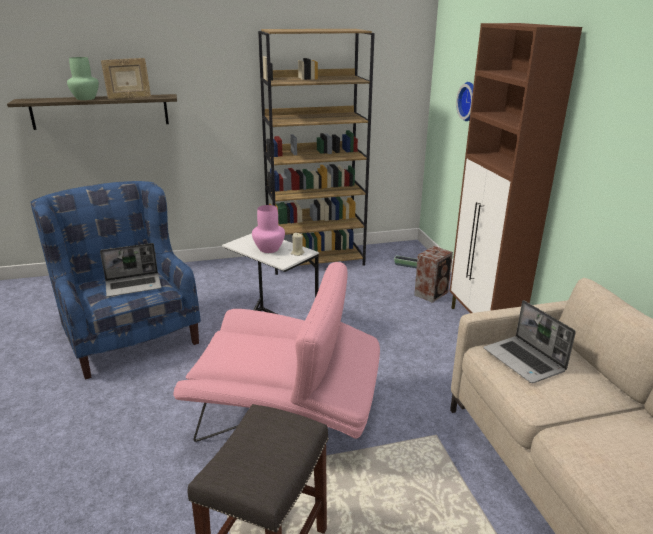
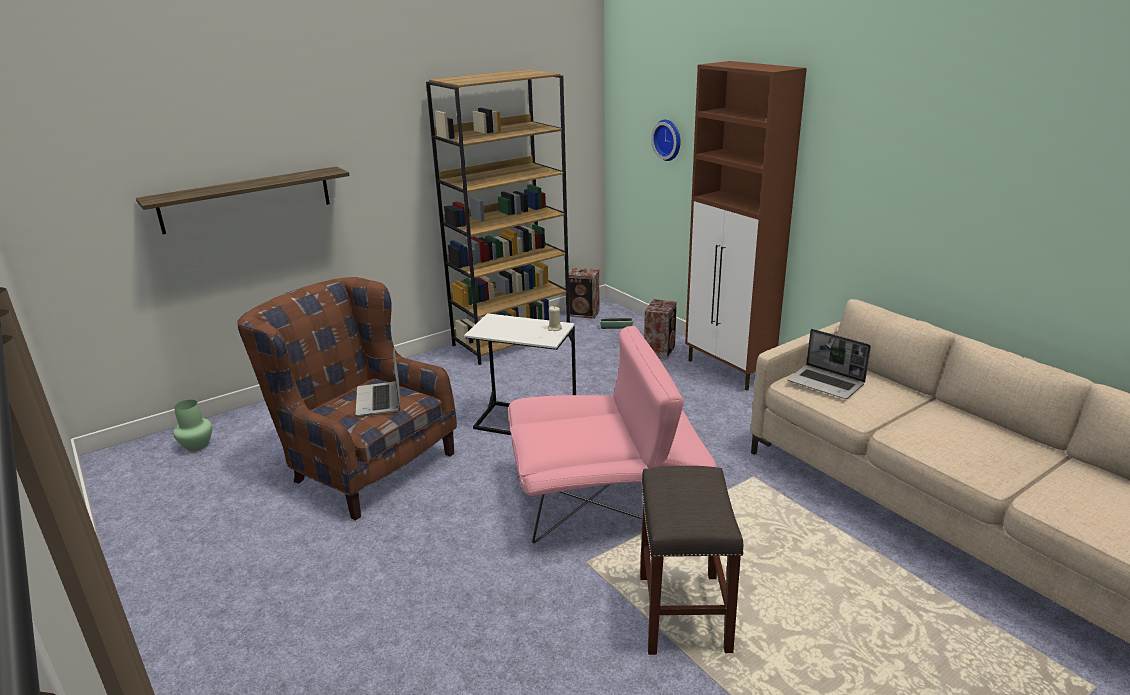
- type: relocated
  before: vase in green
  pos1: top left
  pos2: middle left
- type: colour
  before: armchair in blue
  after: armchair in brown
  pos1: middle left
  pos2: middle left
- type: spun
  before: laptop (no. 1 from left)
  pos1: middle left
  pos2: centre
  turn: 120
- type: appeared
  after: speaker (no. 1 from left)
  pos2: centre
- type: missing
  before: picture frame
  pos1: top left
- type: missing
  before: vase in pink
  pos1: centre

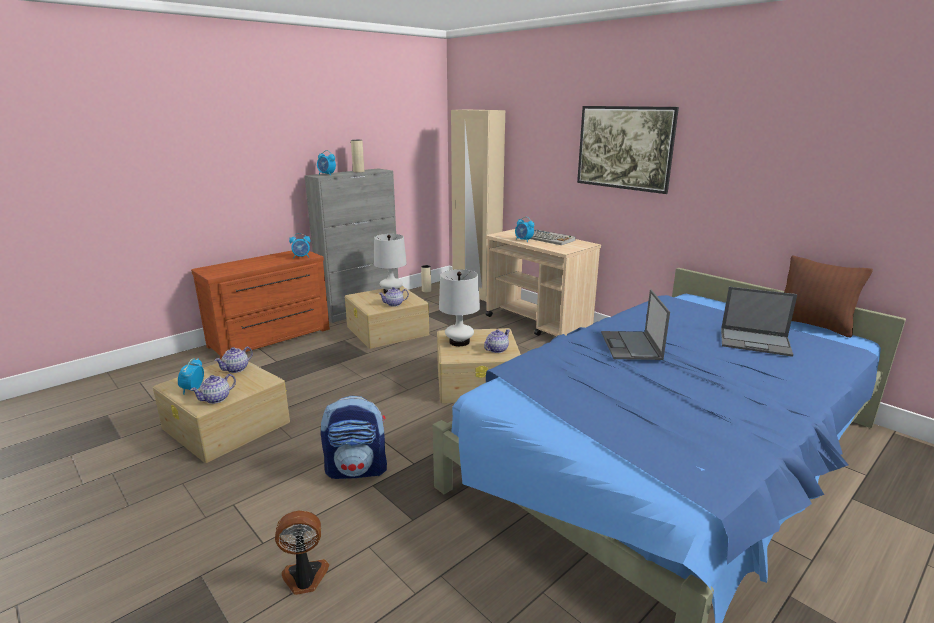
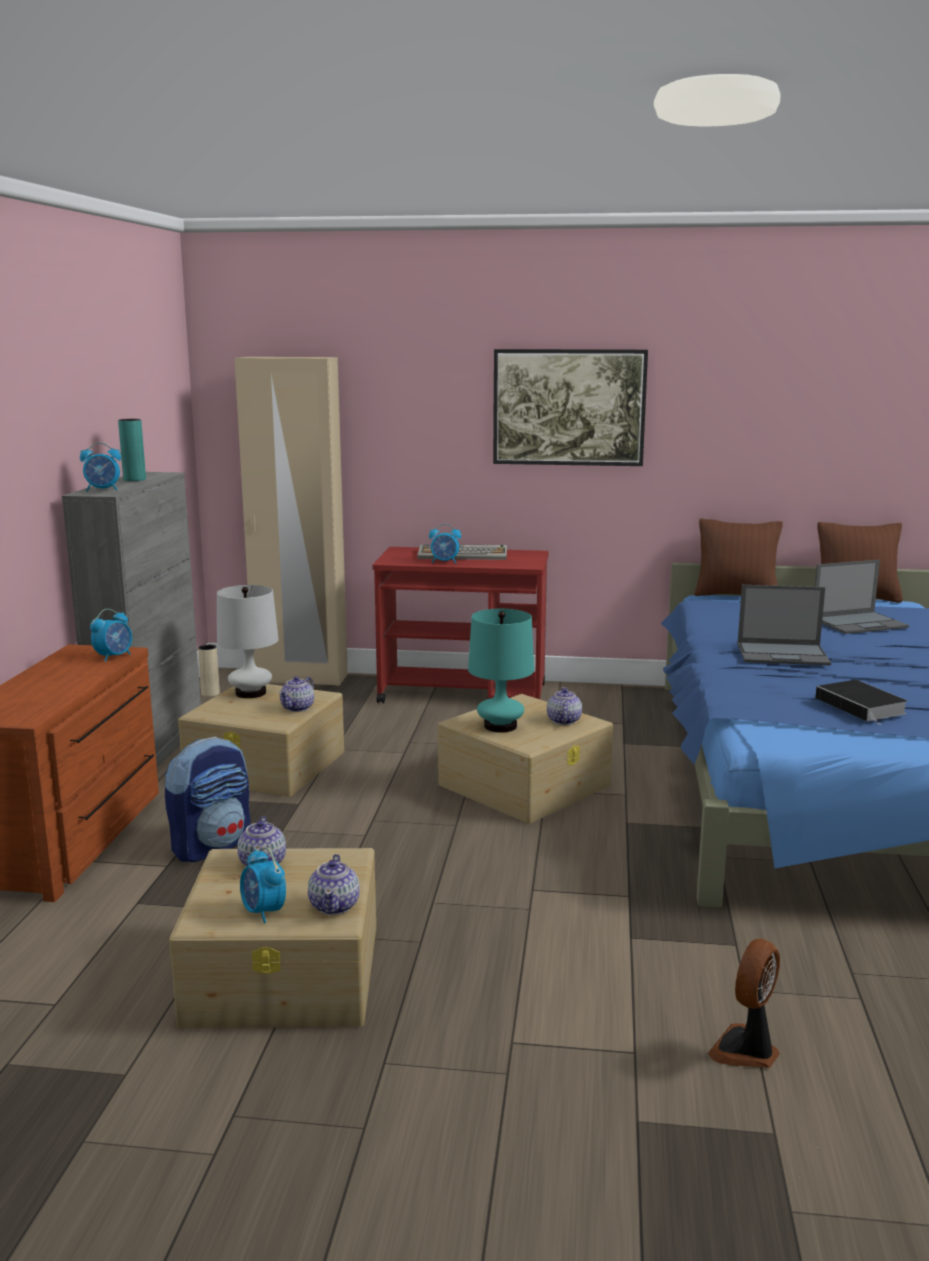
- type: colour
  before: vase in beige (no. 1 from left)
  after: vase in turquoise
  pos1: top centre
  pos2: middle left
- type: relocated
  before: backpack
  pos1: bottom centre
  pos2: middle left
- type: colour
  before: cart in beige
  after: cart in red
  pos1: centre
  pos2: centre
- type: colour
  before: table lamp in white (no. 2 from left)
  after: table lamp in turquoise
  pos1: centre
  pos2: centre
- type: appeared
  after: pillow in brown (no. 1 from left)
  pos2: middle right
- type: spun
  before: laptop (no. 1 from left)
  pos1: middle right
  pos2: middle right
  turn: -45
- type: appeared
  after: book
  pos2: middle right

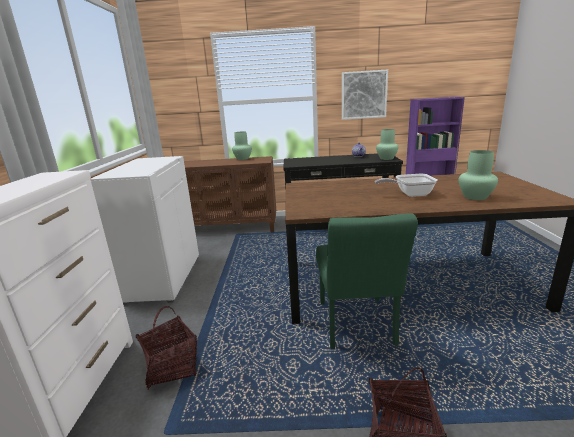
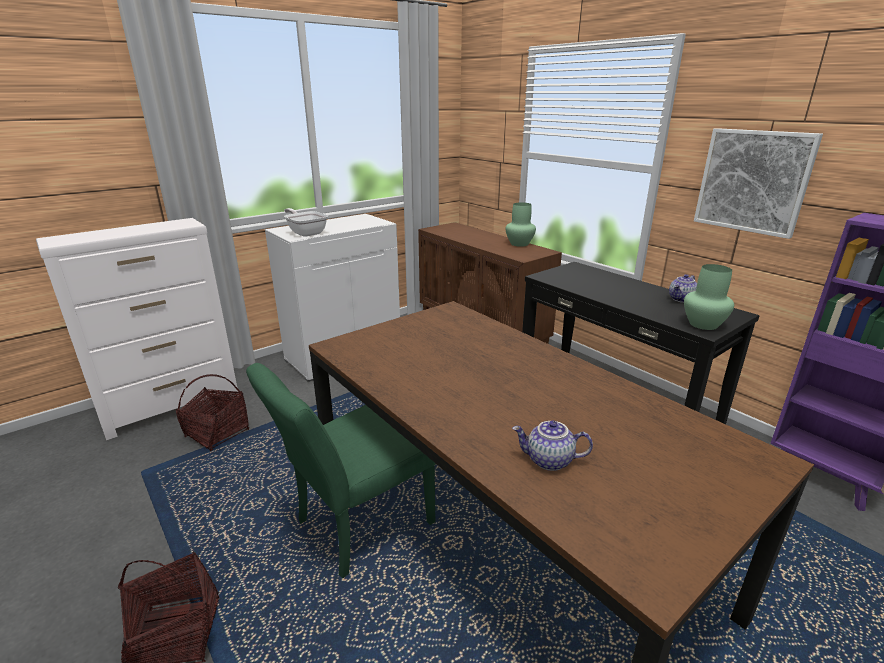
- type: relocated
  before: frying pan
  pos1: middle right
  pos2: centre
- type: exchanged
  before: vase in green (no. 3 from left)
  after: teapot (no. 1 from left)
  pos1: middle right
  pos2: bottom centre

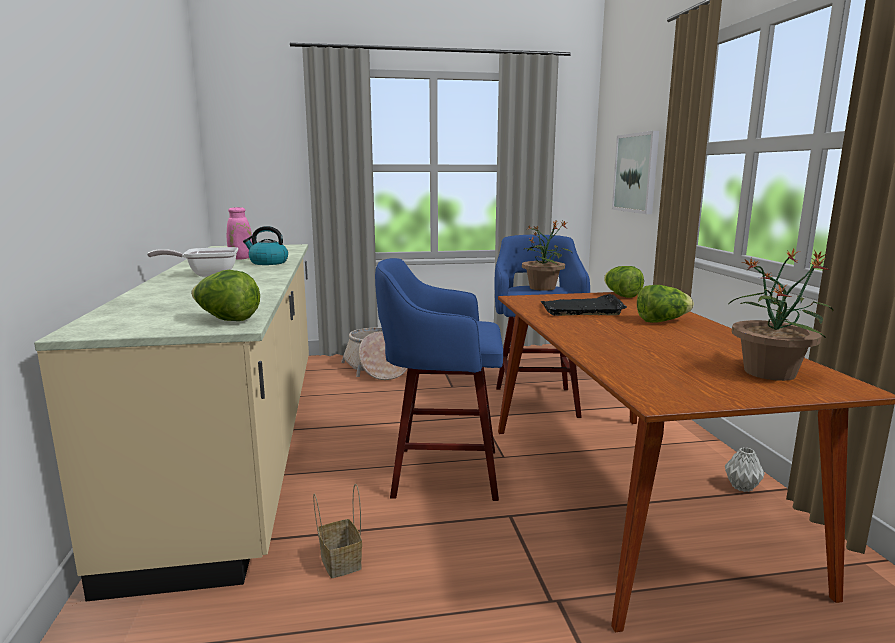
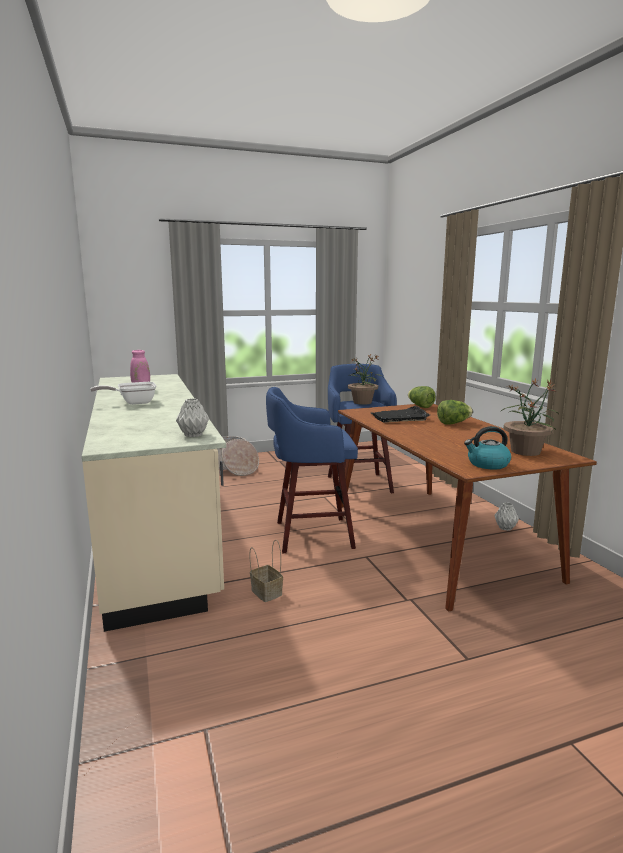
- type: exchanged
  before: lettuce (no. 1 from left)
  after: vase in grey (no. 1 from left)
  pos1: middle left
  pos2: middle left
- type: relocated
  before: kettle
  pos1: middle left
  pos2: middle right
- type: missing
  before: picture
  pos1: top right

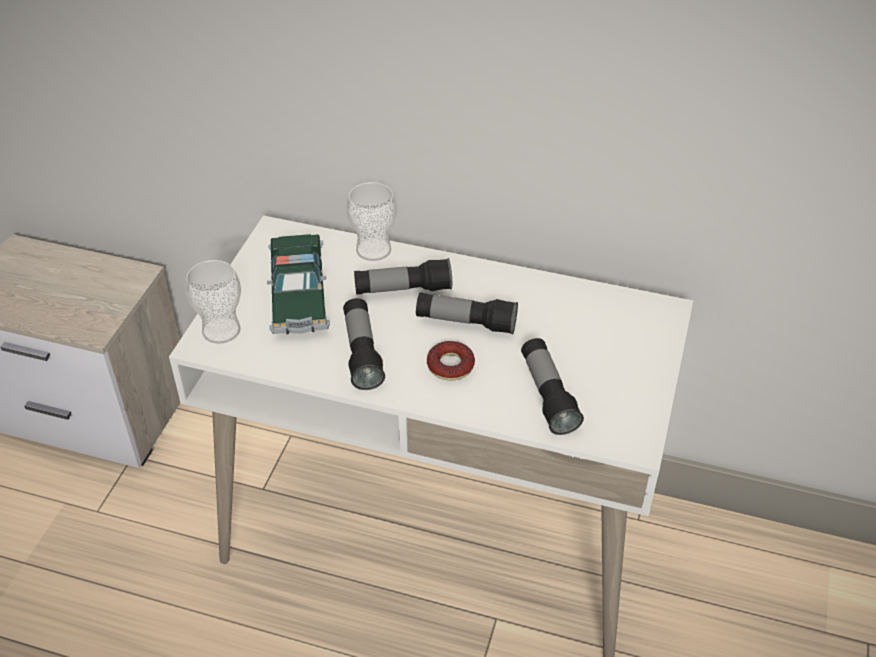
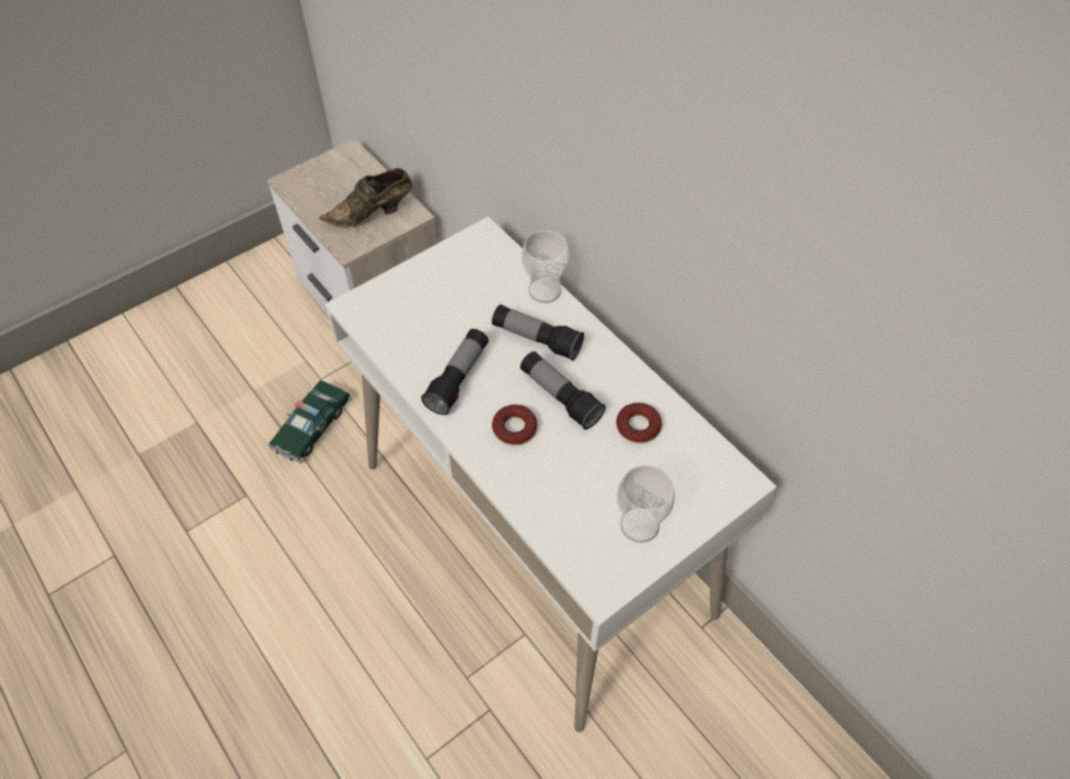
- type: relocated
  before: toy car
  pos1: centre
  pos2: middle left
- type: appeared
  after: shoe in brown
  pos2: top centre
- type: appeared
  after: donut (no. 2 from left)
  pos2: centre
- type: relocated
  before: cup (no. 1 from left in the first image)
  after: cup (no. 2 from left)
  pos1: middle left
  pos2: centre
- type: missing
  before: flashlight (no. 4 from left)
  pos1: centre

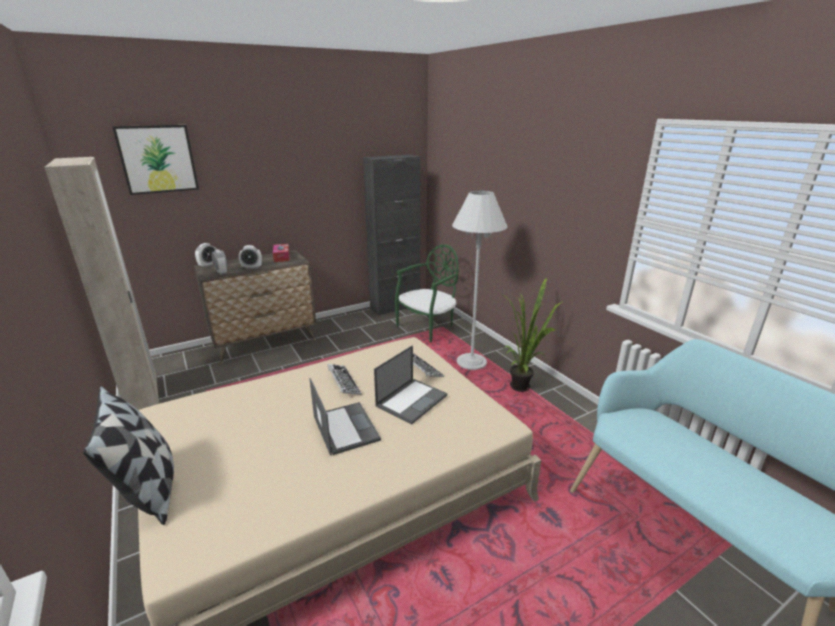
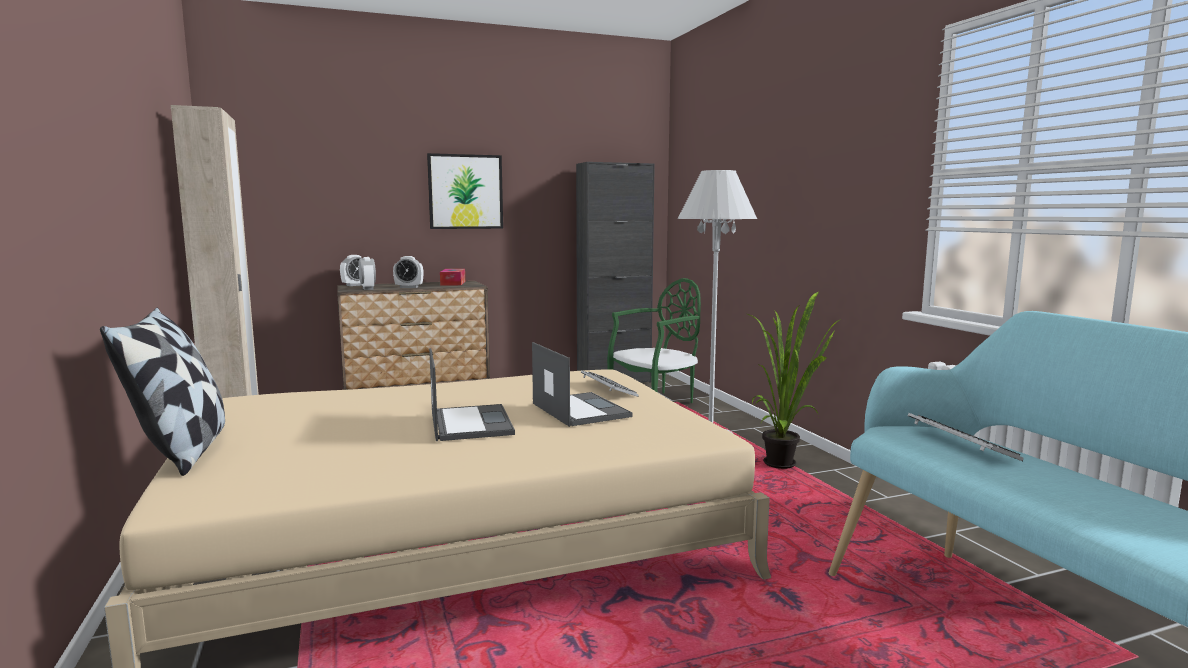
- type: relocated
  before: picture
  pos1: top left
  pos2: top centre
- type: spun
  before: laptop (no. 2 from left)
  pos1: centre
  pos2: centre
  turn: -75
- type: relocated
  before: keyboard (no. 1 from left in the first image)
  after: keyboard (no. 2 from left)
  pos1: centre
  pos2: middle right

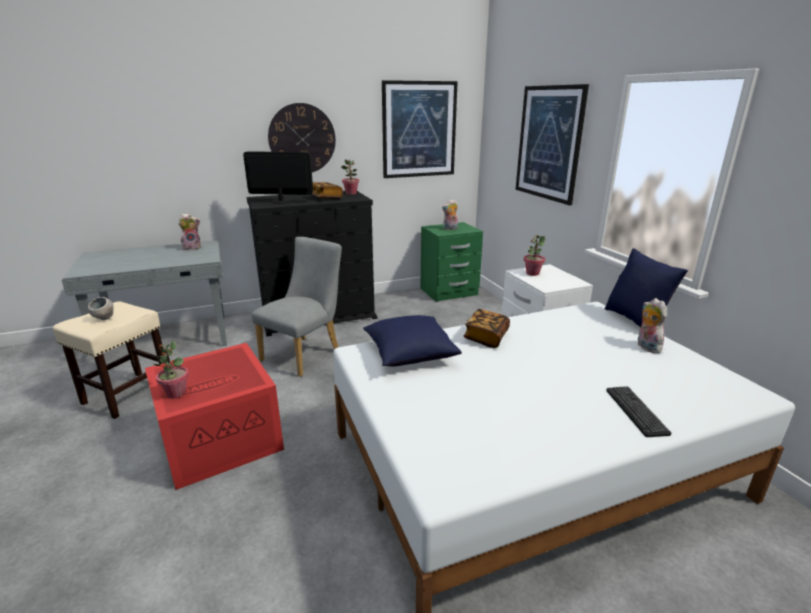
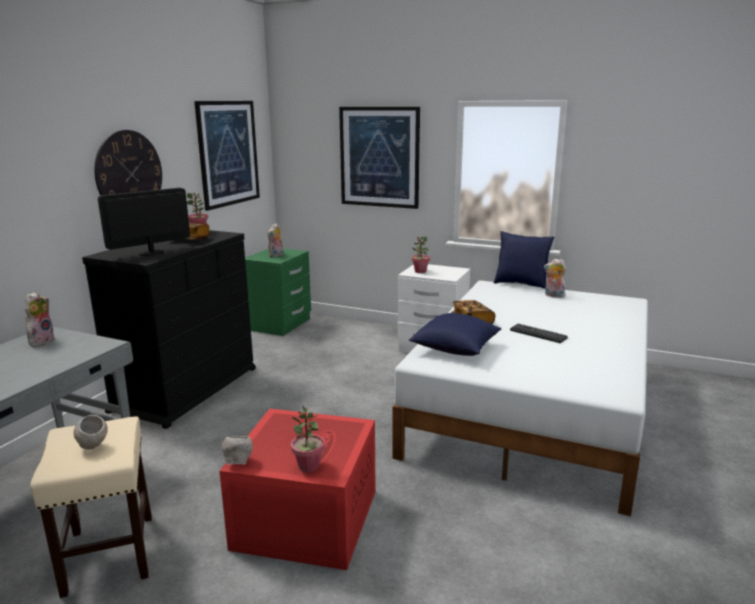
- type: appeared
  after: bowl in grey (no. 2 from left)
  pos2: bottom left
- type: relocated
  before: keyboard
  pos1: bottom right
  pos2: middle right
- type: missing
  before: chair in grey
  pos1: centre

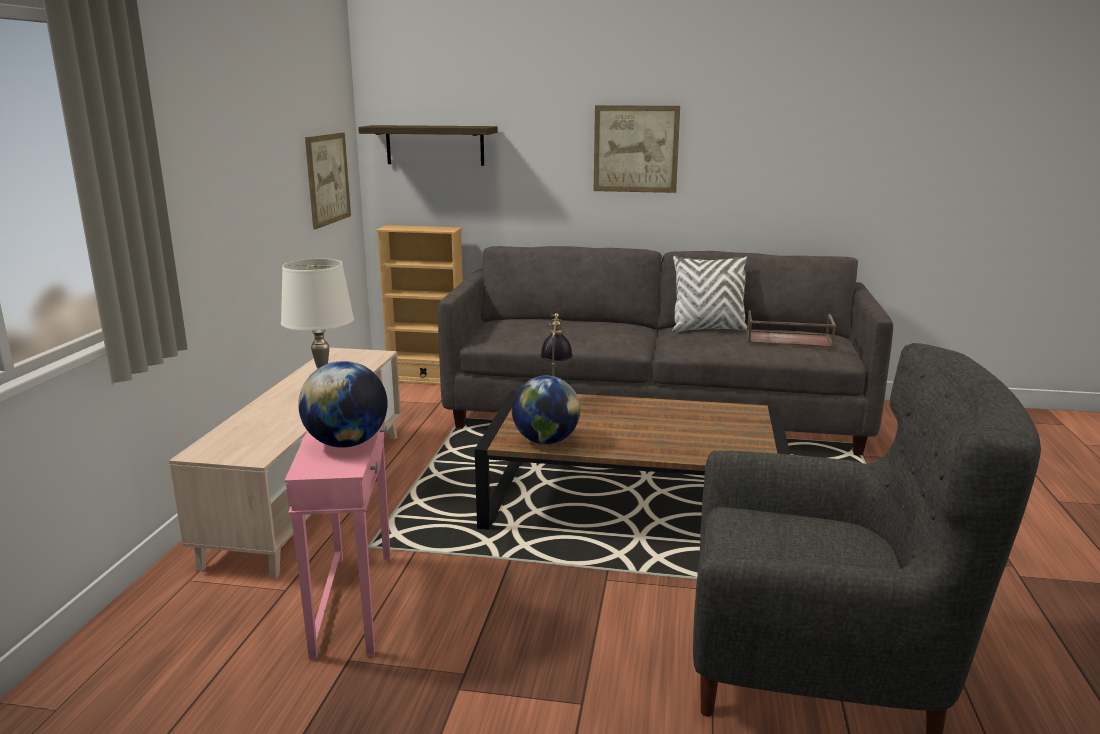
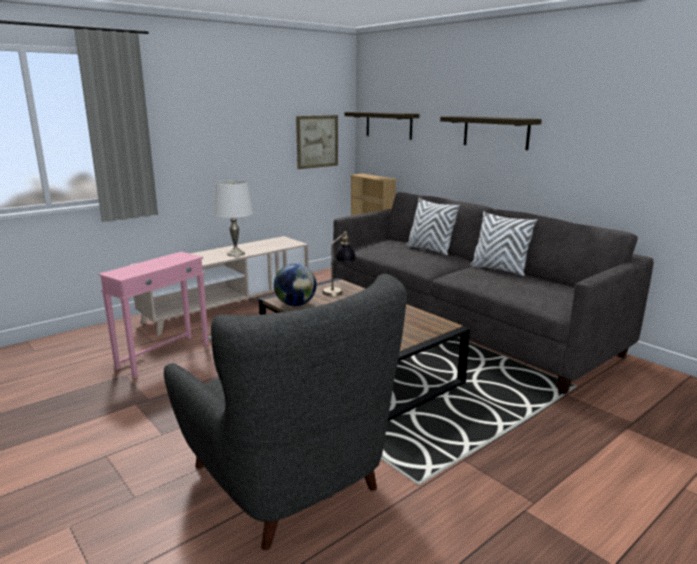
- type: appeared
  after: pillow in white (no. 1 from left)
  pos2: centre
- type: exchanged
  before: picture (no. 2 from left)
  after: shelf (no. 2 from left)
  pos1: top centre
  pos2: top right
- type: missing
  before: globe (no. 1 from left)
  pos1: middle left
- type: missing
  before: tray in brown
  pos1: middle right

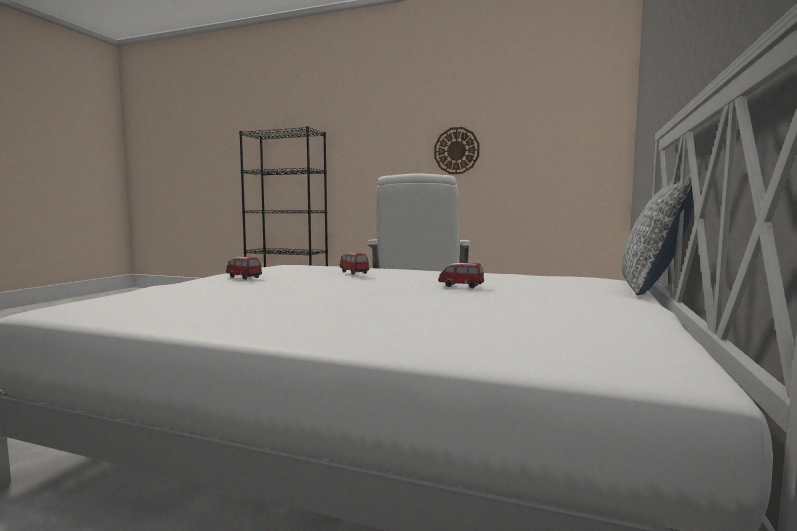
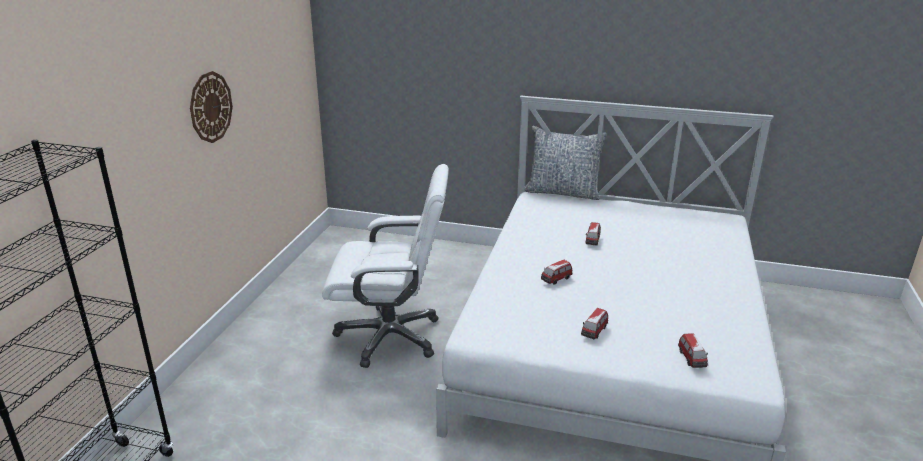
- type: appeared
  after: toy car (no. 4 from left)
  pos2: bottom right

